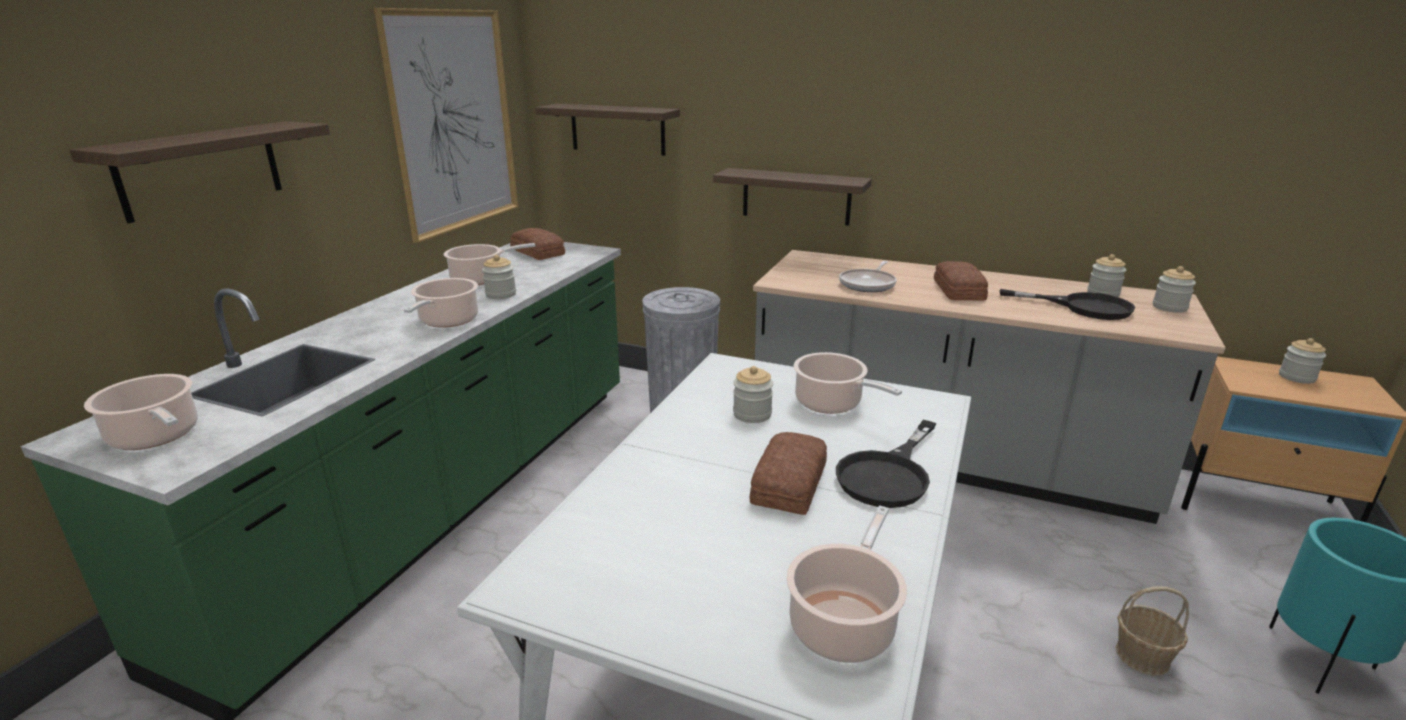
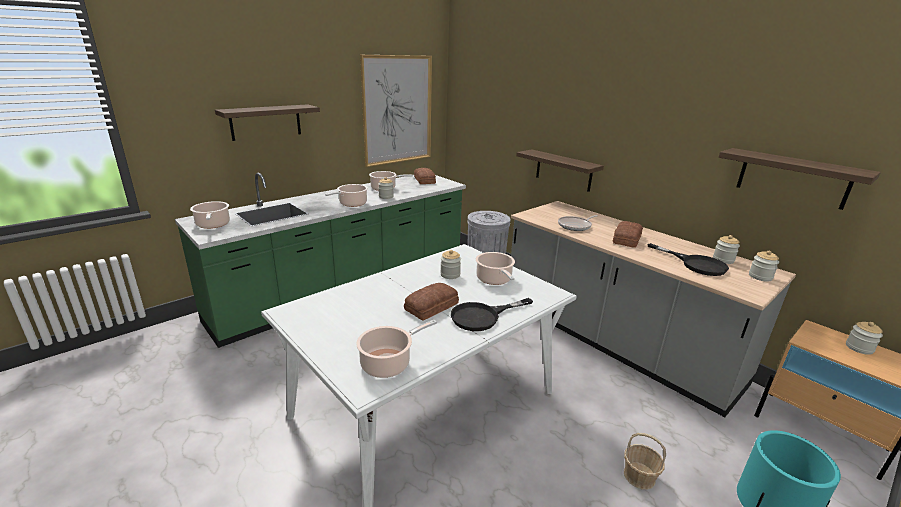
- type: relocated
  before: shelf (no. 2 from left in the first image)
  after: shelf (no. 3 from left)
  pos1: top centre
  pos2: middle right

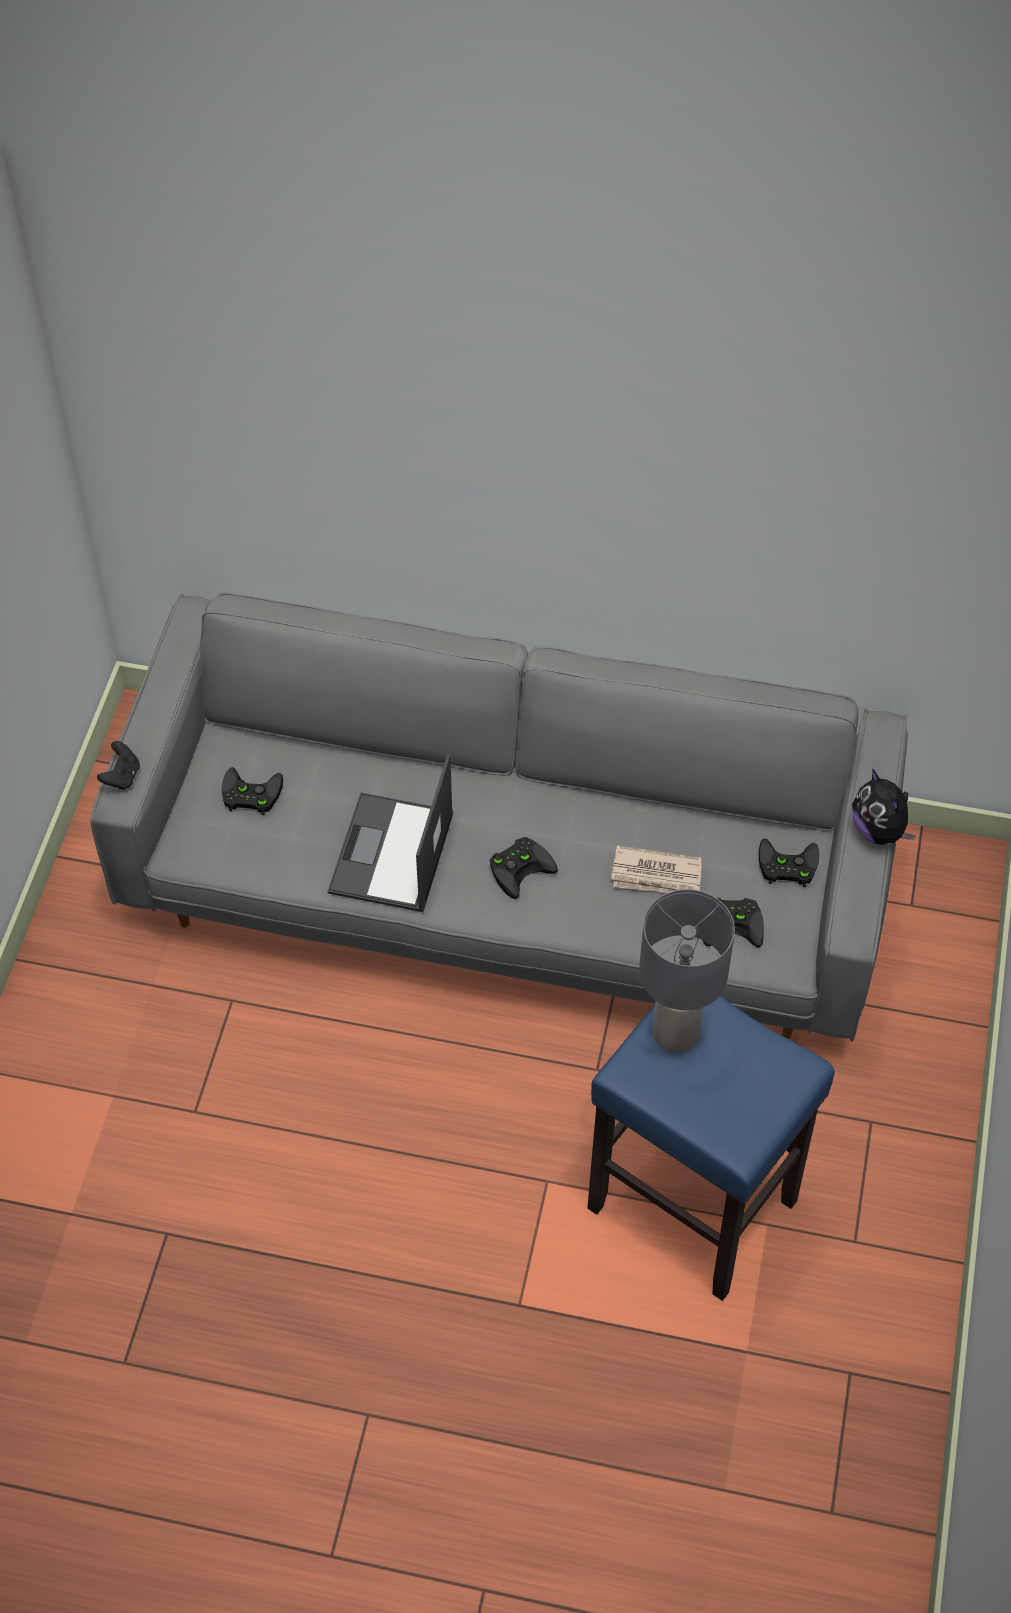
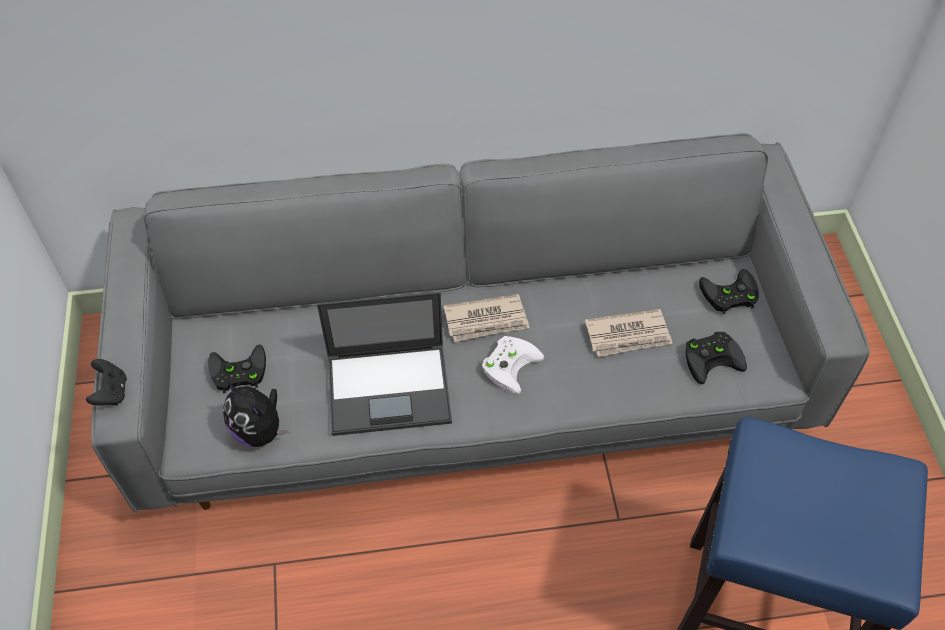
- type: relocated
  before: plush toy
  pos1: middle right
  pos2: middle left
- type: spun
  before: laptop
  pos1: centre
  pos2: centre
  turn: -90
- type: appeared
  after: newspaper (no. 1 from left)
  pos2: centre
- type: colour
  before: game controller in black (no. 3 from left)
  after: game controller in white
  pos1: centre
  pos2: centre
- type: missing
  before: table lamp in grey
  pos1: middle right

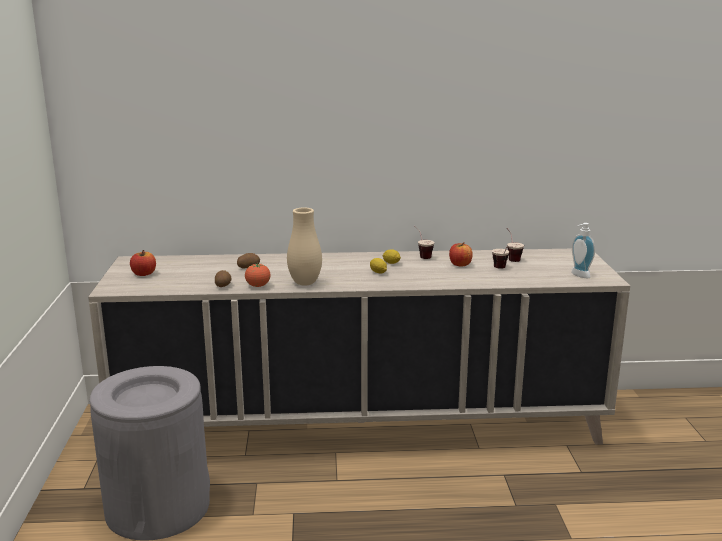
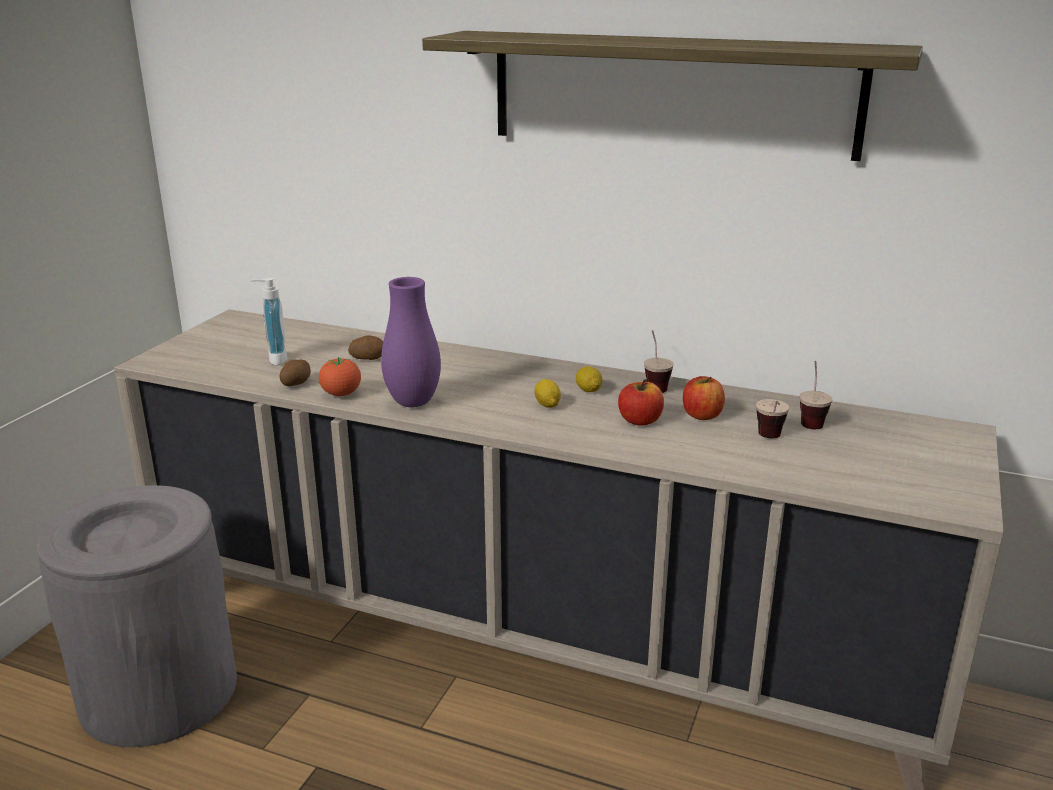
- type: relocated
  before: soap dispenser
  pos1: middle right
  pos2: middle left
- type: colour
  before: vase in beige
  after: vase in purple
  pos1: centre
  pos2: centre
- type: appeared
  after: shelf
  pos2: top centre
- type: relocated
  before: apple (no. 1 from left)
  pos1: middle left
  pos2: centre

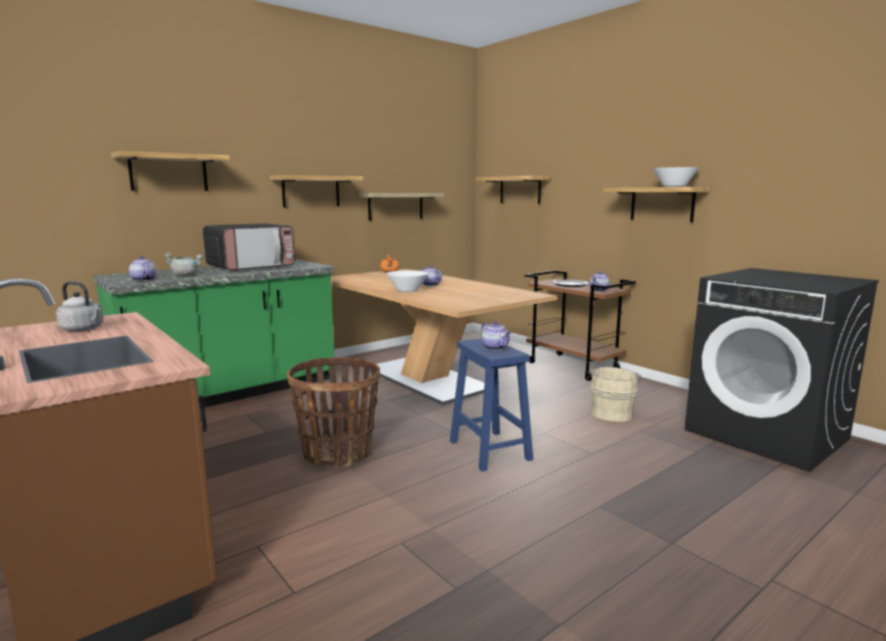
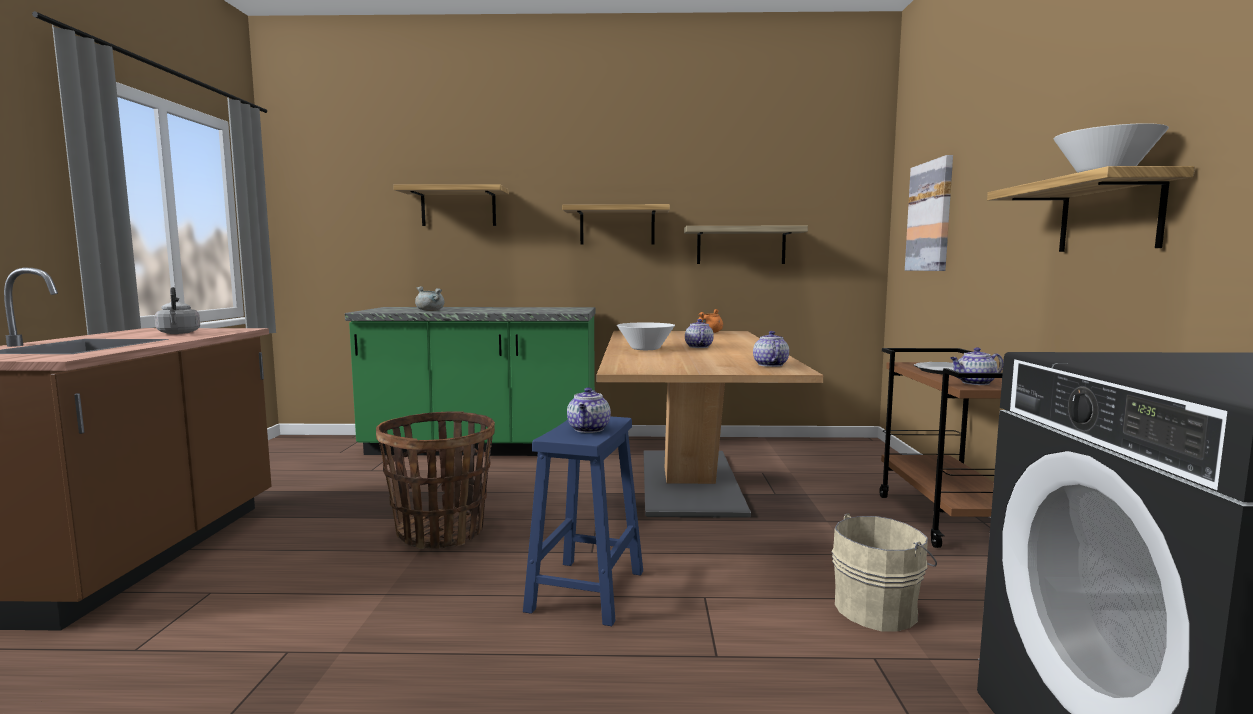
- type: relocated
  before: teapot (no. 1 from left in the first image)
  after: teapot (no. 3 from left)
  pos1: middle left
  pos2: centre
- type: exchanged
  before: shelf (no. 4 from left)
  after: picture
  pos1: top centre
  pos2: top right
- type: missing
  before: microwave
  pos1: middle left

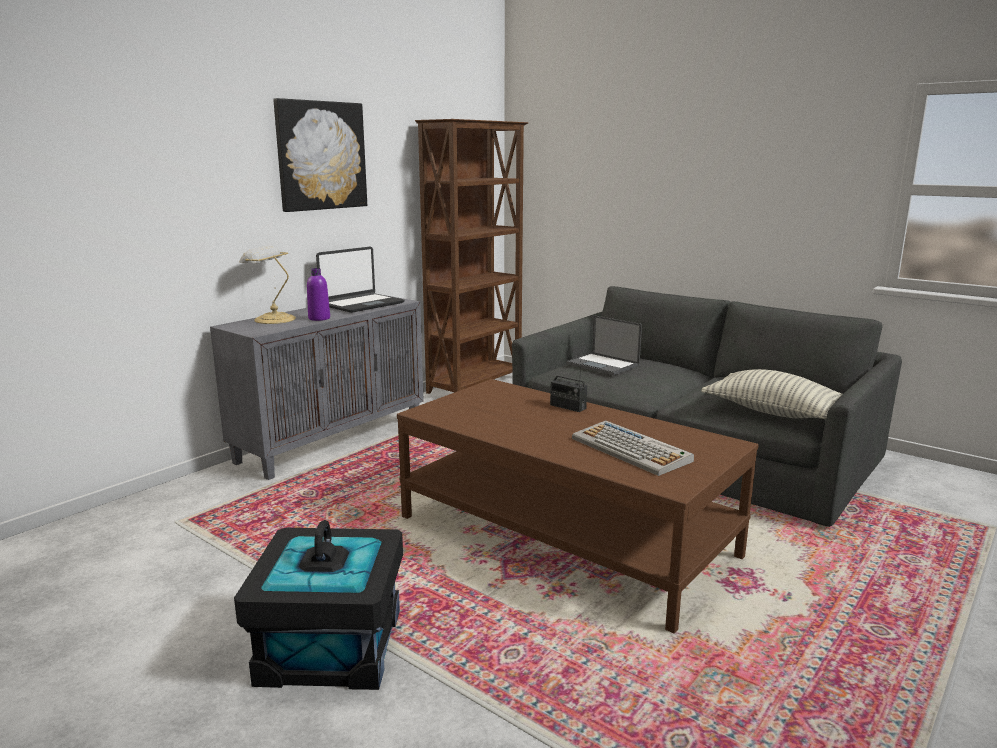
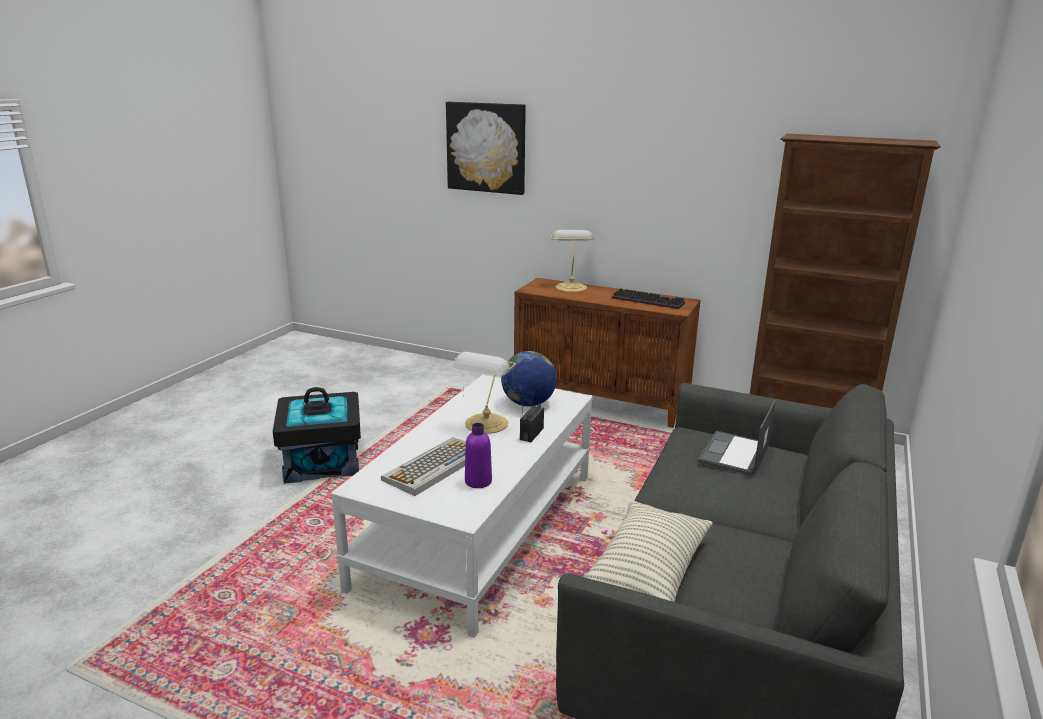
- type: colour
  before: coffee table in brown
  after: coffee table in white
  pos1: bottom centre
  pos2: bottom centre
- type: relocated
  before: picture
  pos1: top left
  pos2: top centre
- type: appeared
  after: table lamp (no. 1 from left)
  pos2: centre
- type: relocated
  before: bottle in purple
  pos1: middle left
  pos2: centre
- type: appeared
  after: globe
  pos2: centre
- type: colour
  before: cabinet in grey
  after: cabinet in brown
  pos1: middle left
  pos2: centre
- type: exchanged
  before: laptop (no. 1 from left)
  after: keyboard (no. 2 from left)
  pos1: centre
  pos2: centre

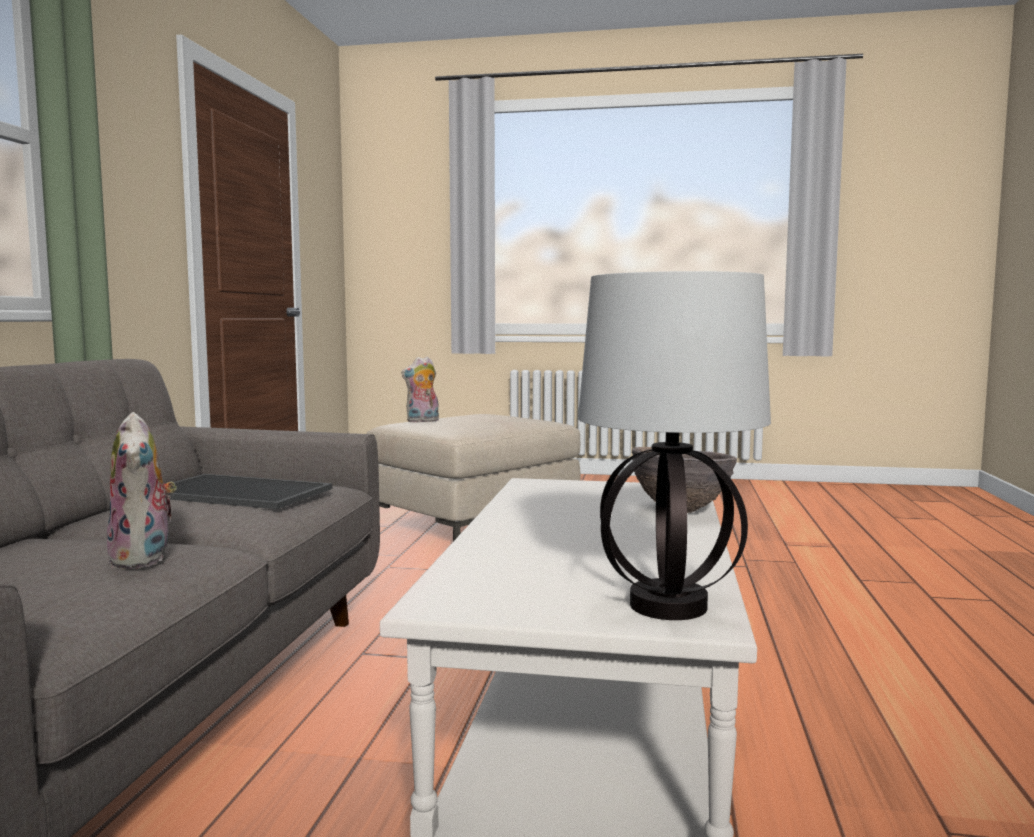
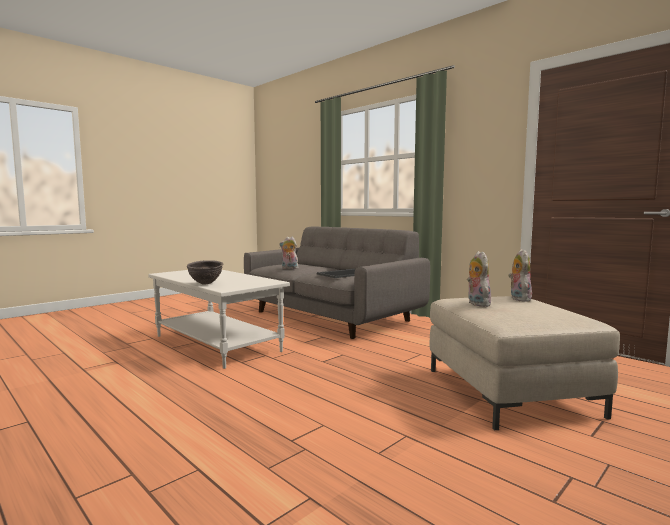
- type: appeared
  after: plush toy (no. 2 from left)
  pos2: middle right
- type: missing
  before: table lamp
  pos1: centre

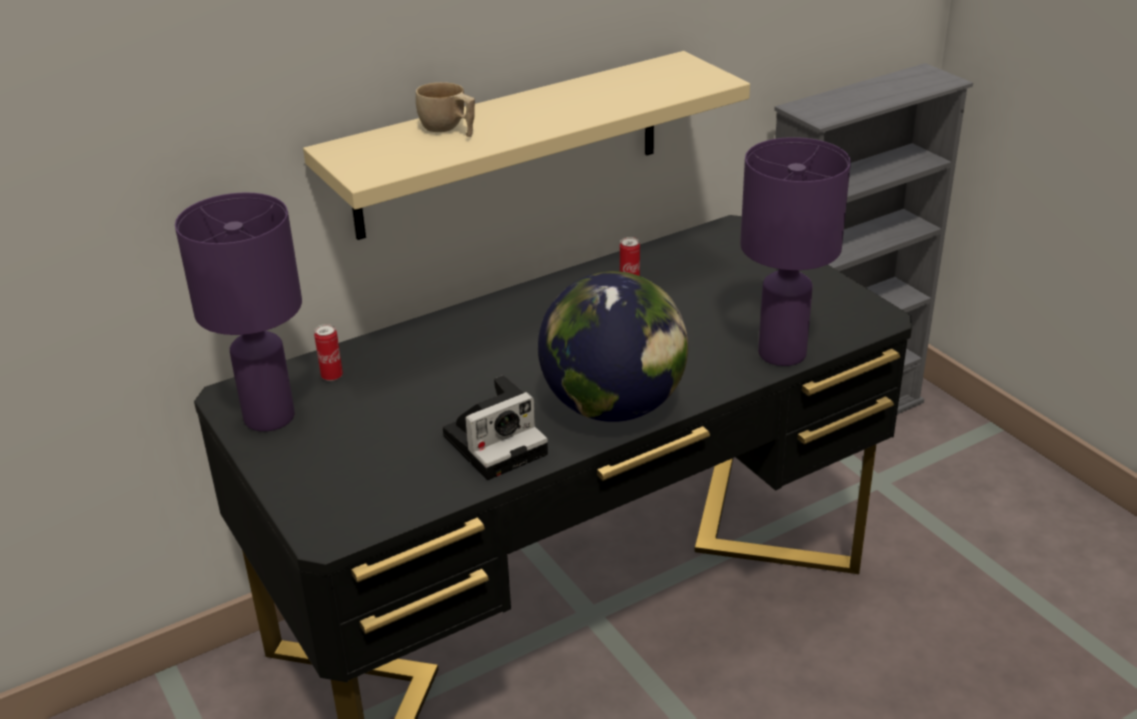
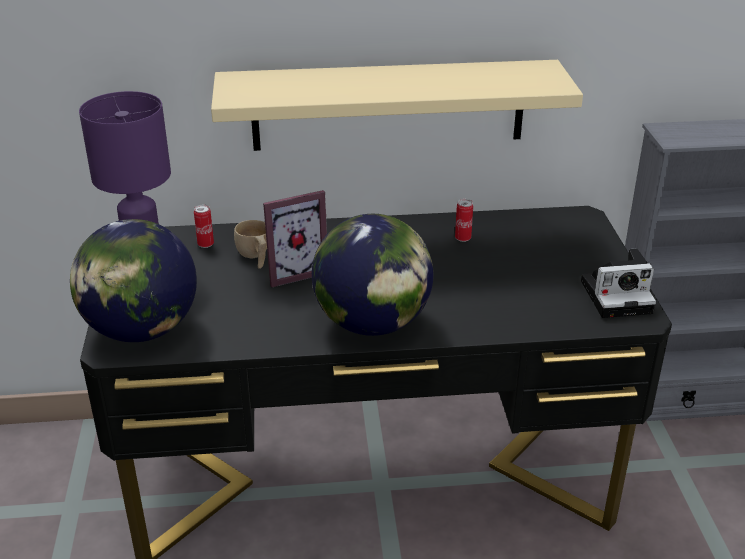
- type: appeared
  after: globe (no. 1 from left)
  pos2: middle left
- type: relocated
  before: cup in beige
  pos1: top centre
  pos2: centre
- type: appeared
  after: picture frame
  pos2: centre
- type: relocated
  before: photo camera
  pos1: centre
  pos2: middle right
- type: missing
  before: table lamp in purple (no. 2 from left)
  pos1: middle right

